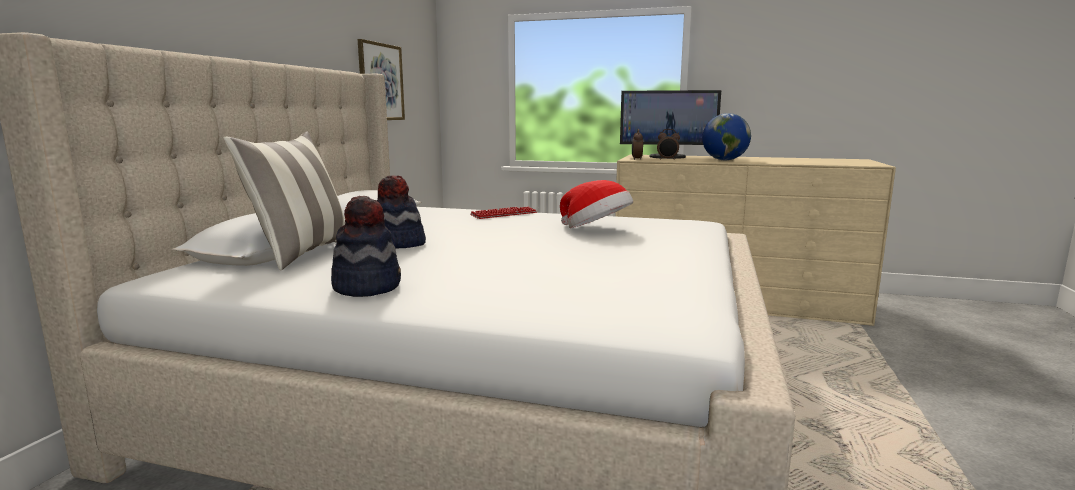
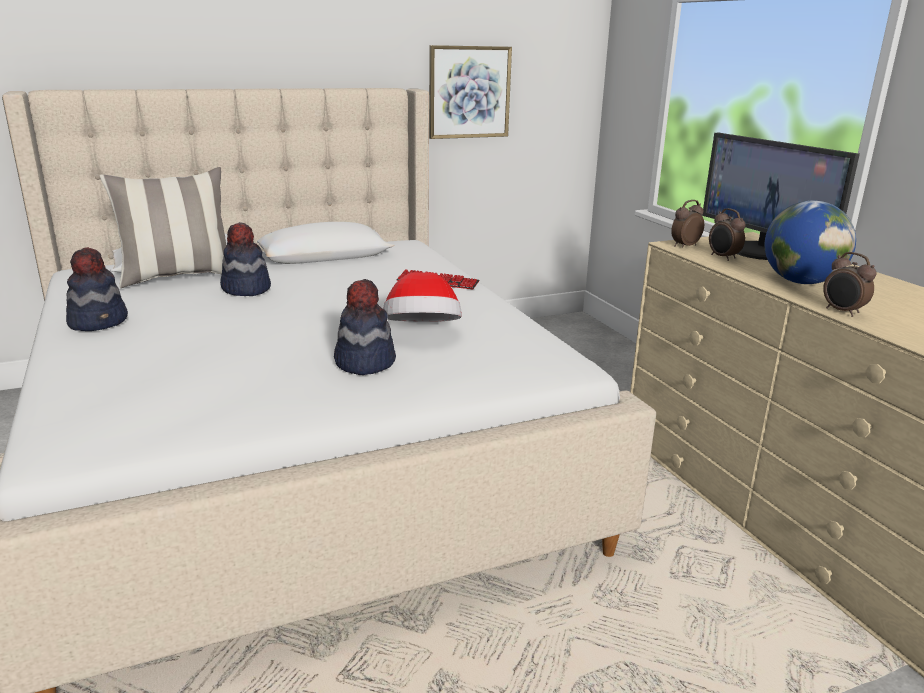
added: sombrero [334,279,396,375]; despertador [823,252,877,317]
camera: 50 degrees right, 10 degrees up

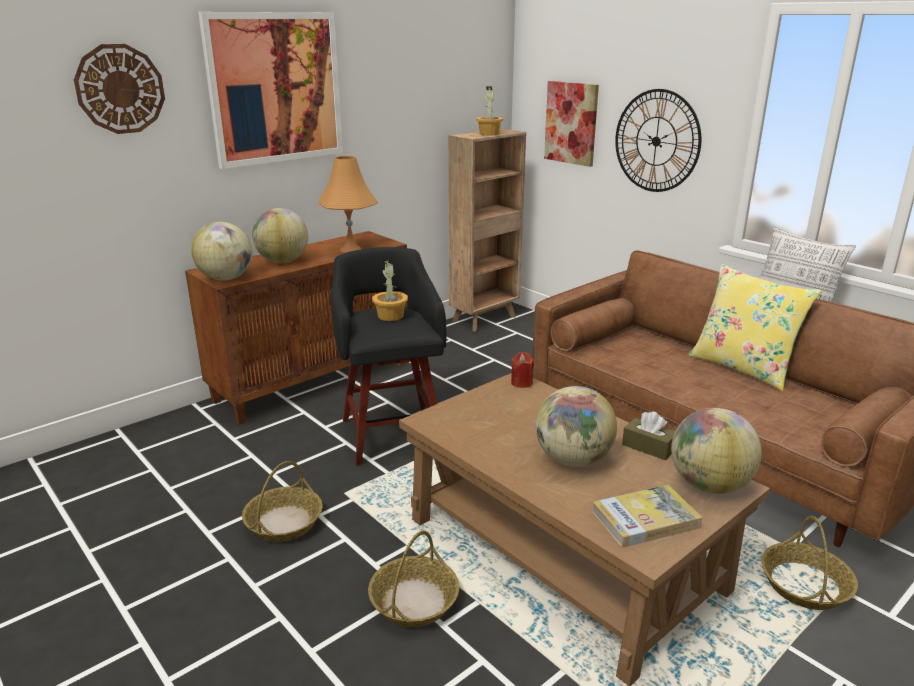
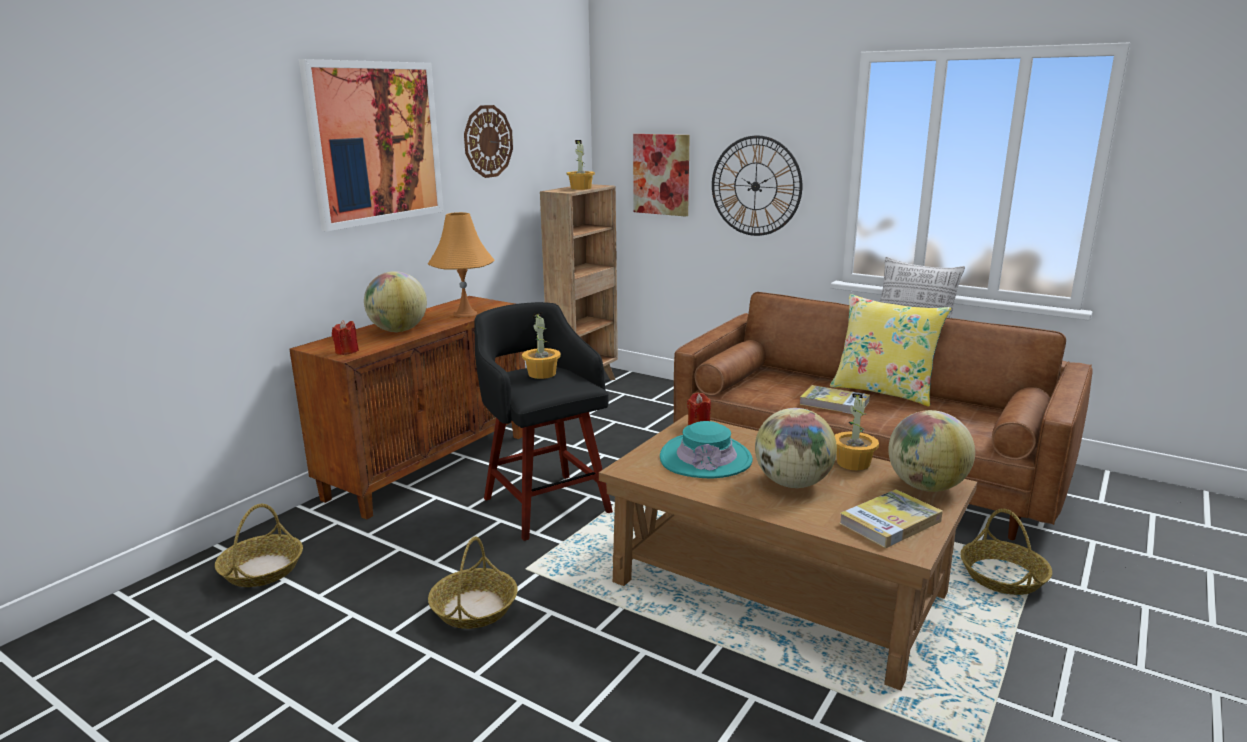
added: sombrero/turquesa [660,421,753,478]; libro [800,385,870,414]
moved: cesta [368,530,459,627] to [215,504,303,587]; reloj de pared [74,44,165,134] to [464,105,513,178]
replaced: globo terráqueo [191,222,253,280] to vela/rojo [332,320,359,355]; caja de pañuelos/marrón [622,411,675,460] to planta en maceta [834,393,879,471]
camera: 15 degrees left, 5 degrees down

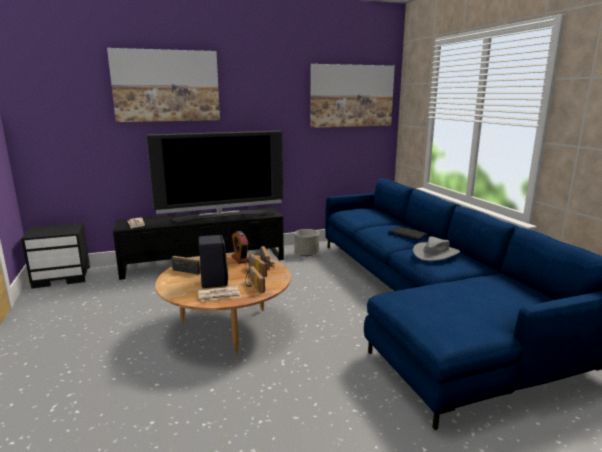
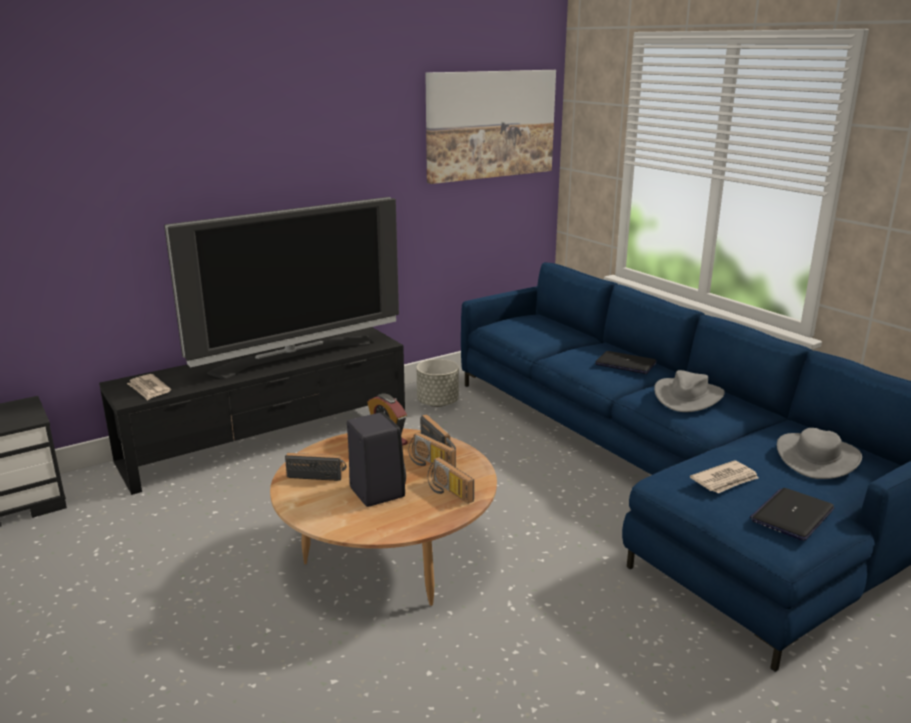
removed: cuadro [107,48,220,122]
added: portátil [750,488,834,541]; sombrero/gris [777,428,862,479]
moved: periódico [198,286,241,301] to [690,460,759,493]
camera: 15 degrees left, 5 degrees up

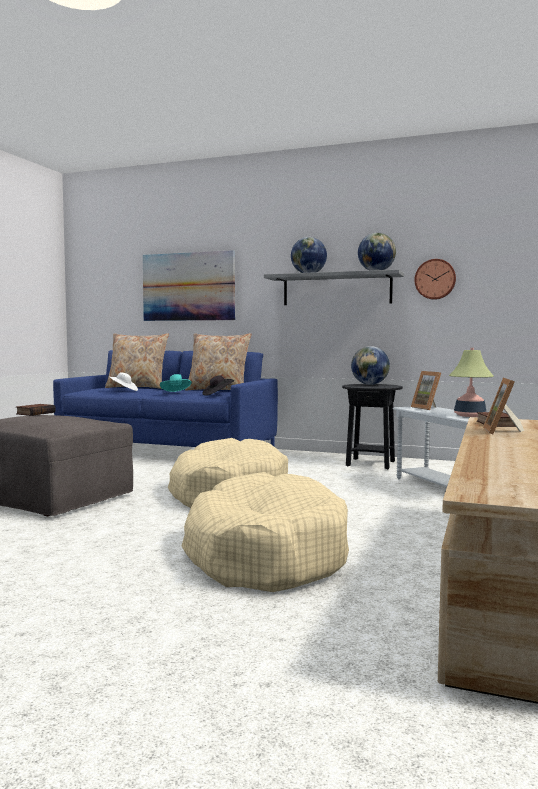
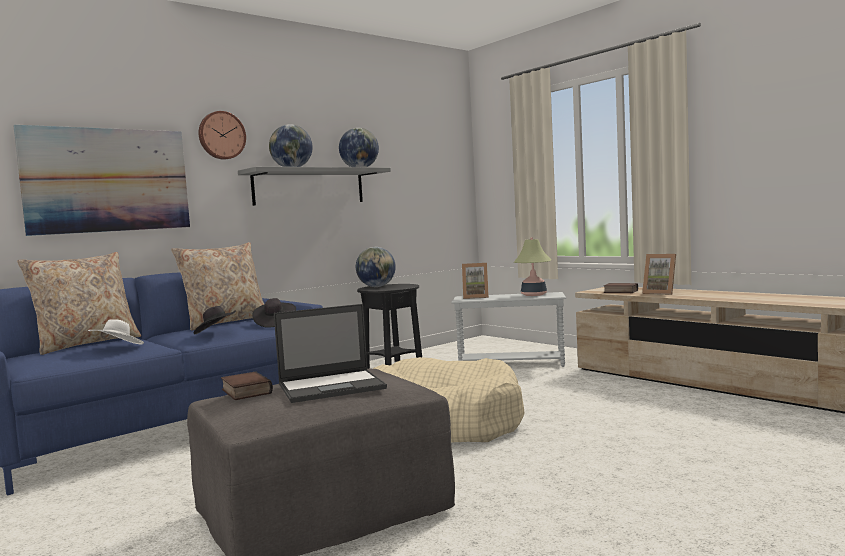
removed: cama para perro/beis [181,472,349,592]
added: portátil [274,304,387,403]
moved: reloj de pared [414,259,456,300] to [199,111,246,160]
recoloured: sombrero/turquesa [160,374,192,392] to sombrero/negro [194,306,236,334]
camera: 60 degrees left, 0 degrees up

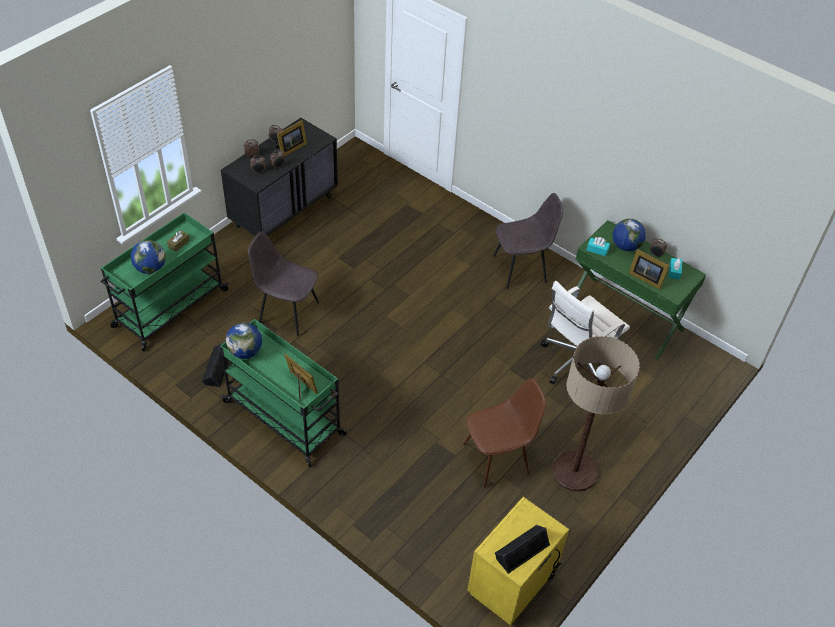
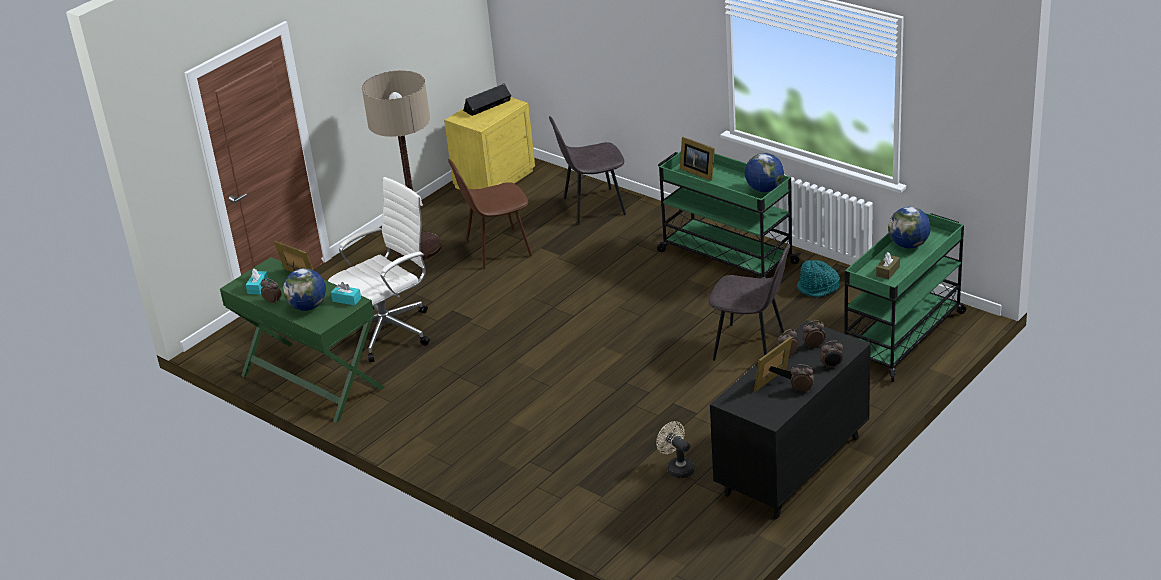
added: ventilador/beis [656,421,695,478]
moved: silla/gris [493,193,563,289] to [549,116,626,225]
replaced: altavoz/negro [202,342,229,387] to sombrero/turquesa [797,260,840,297]
camera: 175 degrees left, 15 degrees down

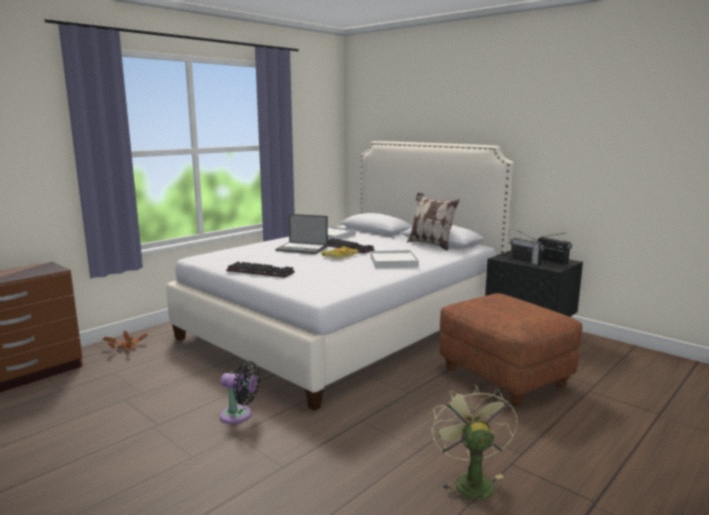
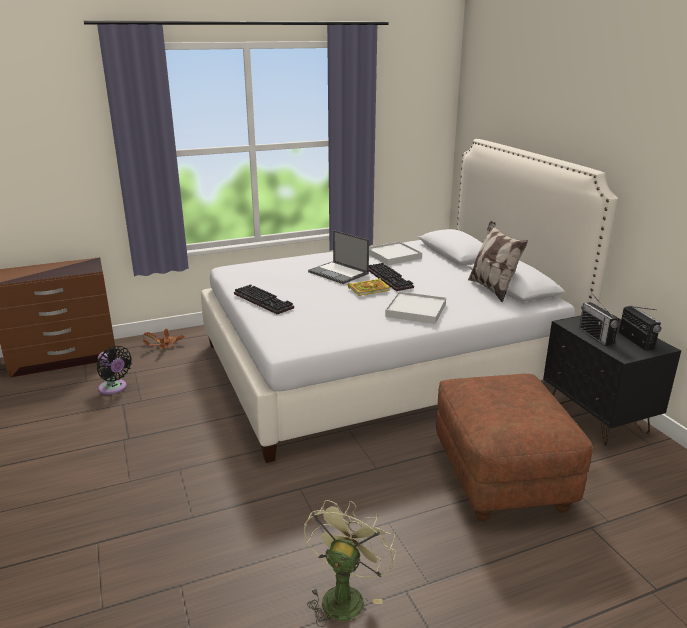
moved: ventilador/negro [220,361,260,424] to [97,346,132,395]
camera: 25 degrees right, 10 degrees up

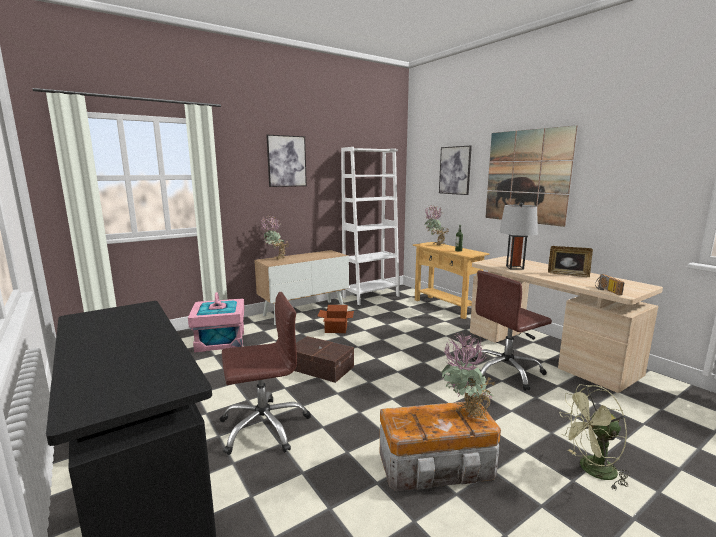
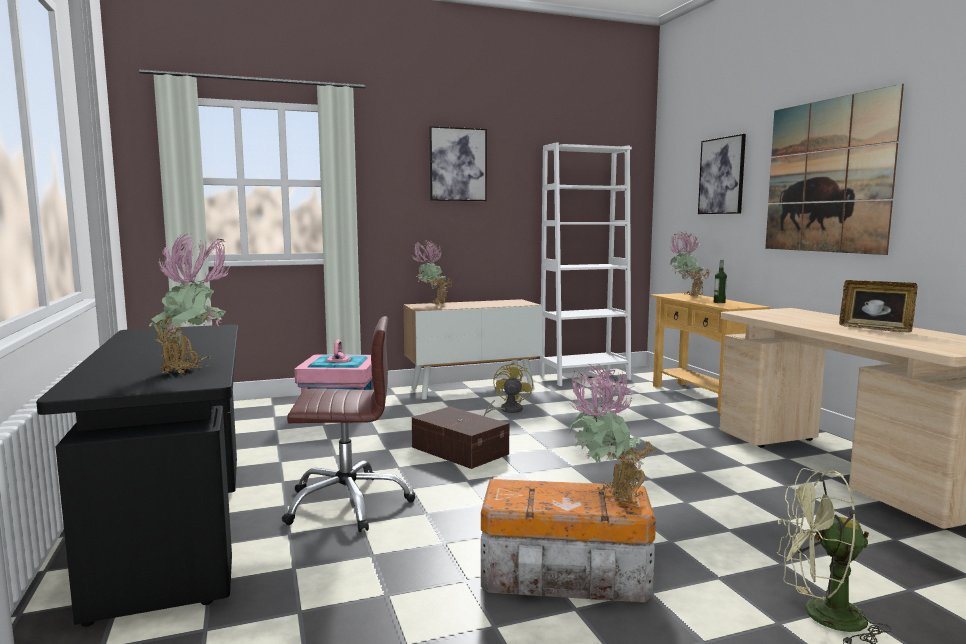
removed: silla de oficina/marrón [471,270,552,391]; lámpara de mesa/gris [499,203,538,270]; radio [595,274,624,295]
added: planta en maceta [149,234,231,374]
replaced: caja de cartón [318,305,354,333] to ventilador/amarillo [484,362,533,416]
camera: 15 degrees right, 5 degrees down

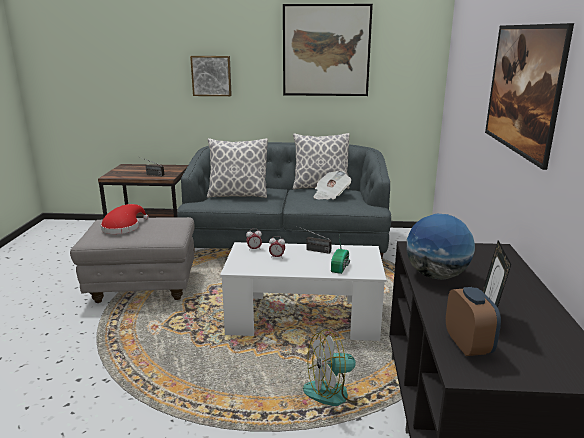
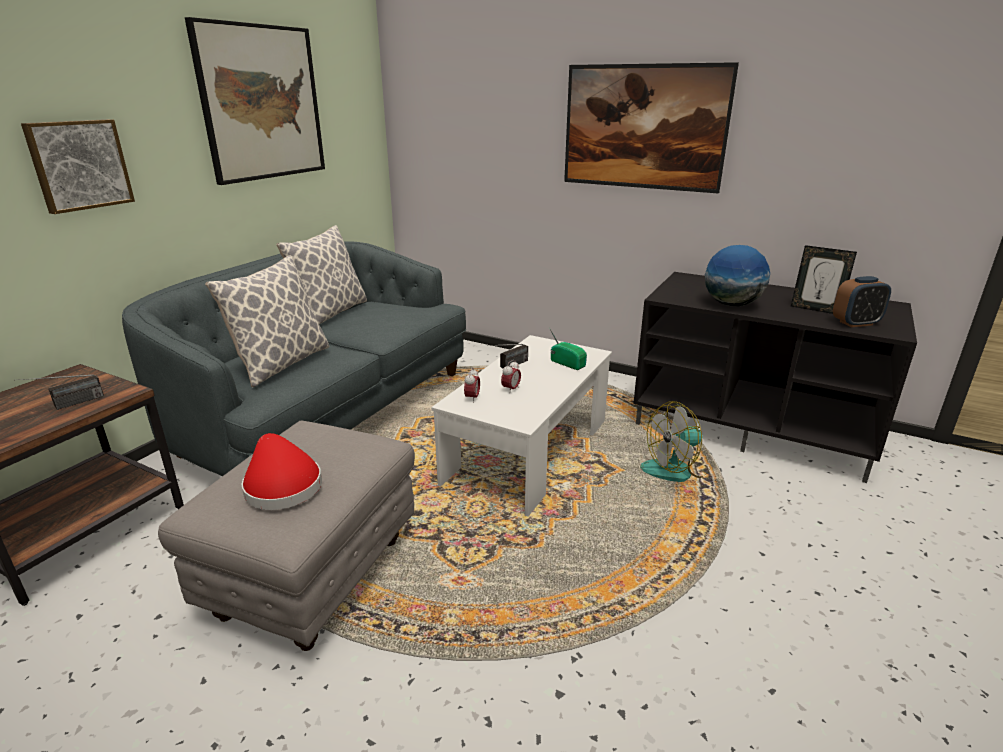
removed: periódico [314,170,351,199]
turned: ventilador [303,329,368,406] = [640,401,710,482] 60 degrees clockwise; despertador [446,287,501,356] = [833,276,891,327] 150 degrees clockwise
camera: 65 degrees left, 5 degrees up

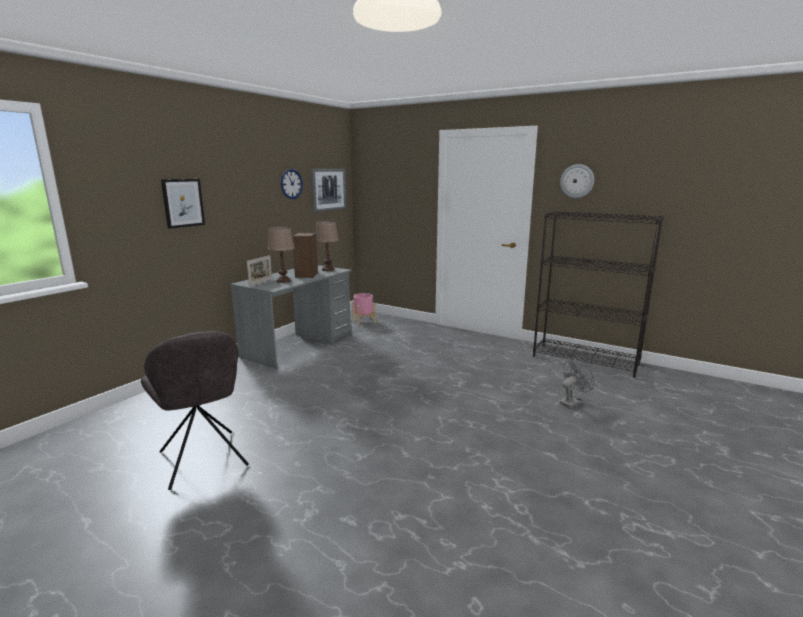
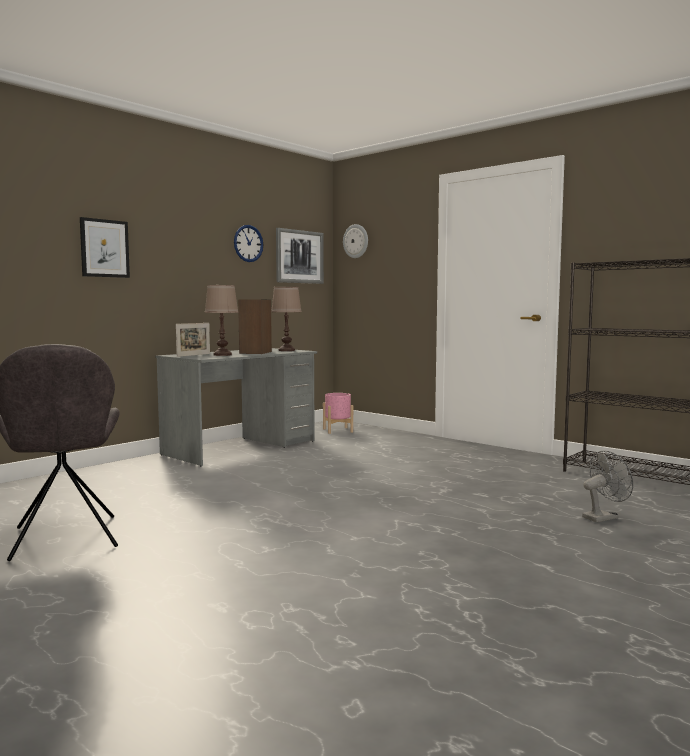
moved: reloj de pared [560,164,594,198] to [343,224,368,258]
camera: 10 degrees right, 10 degrees down

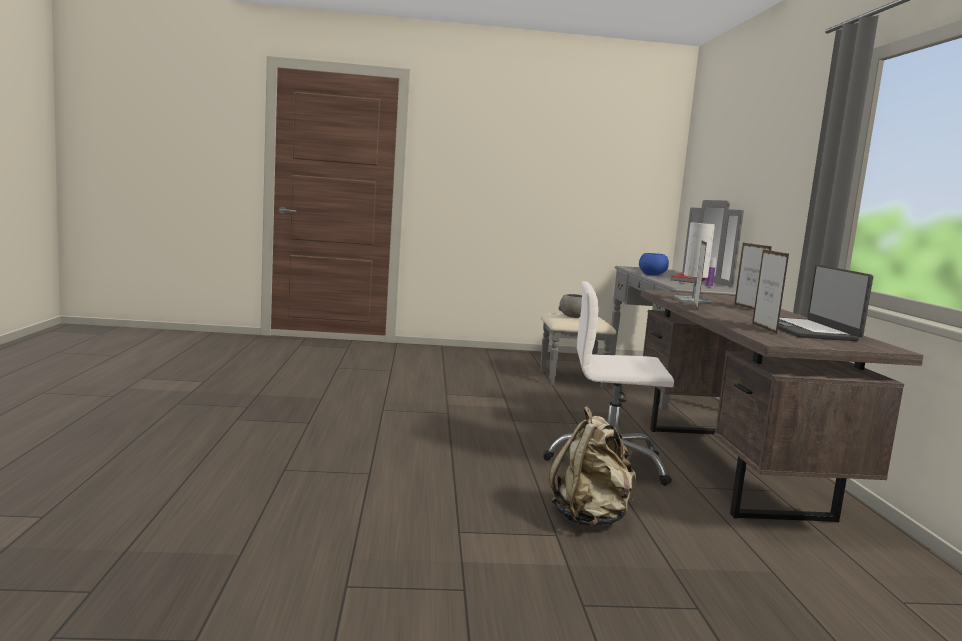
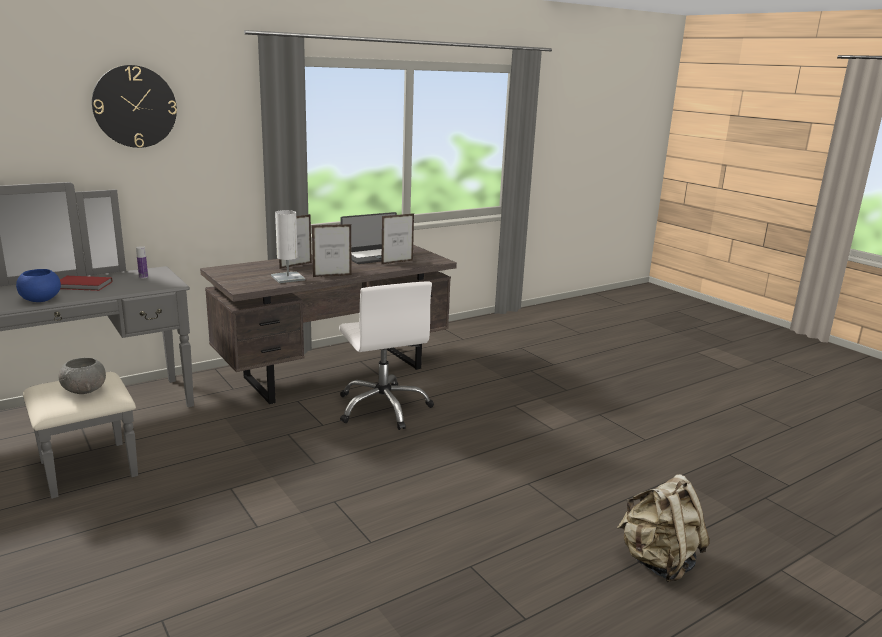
added: reloj de pared [92,65,177,148]
moved: mochila/beis [549,406,636,527] to [617,474,710,582]
camera: 120 degrees left, 10 degrees up

